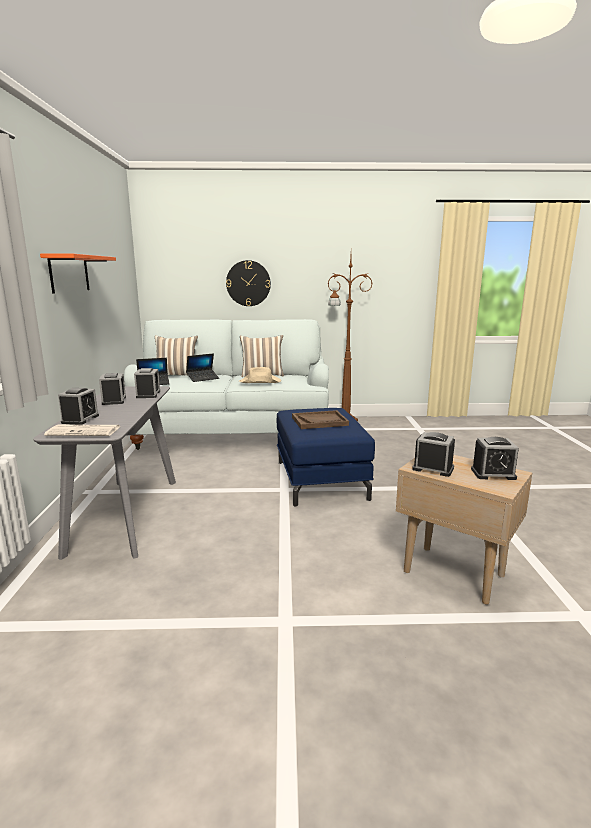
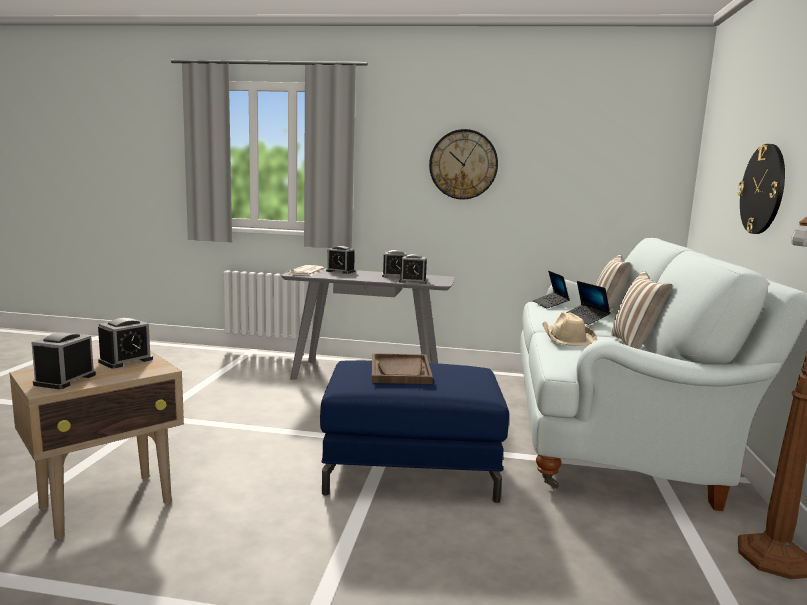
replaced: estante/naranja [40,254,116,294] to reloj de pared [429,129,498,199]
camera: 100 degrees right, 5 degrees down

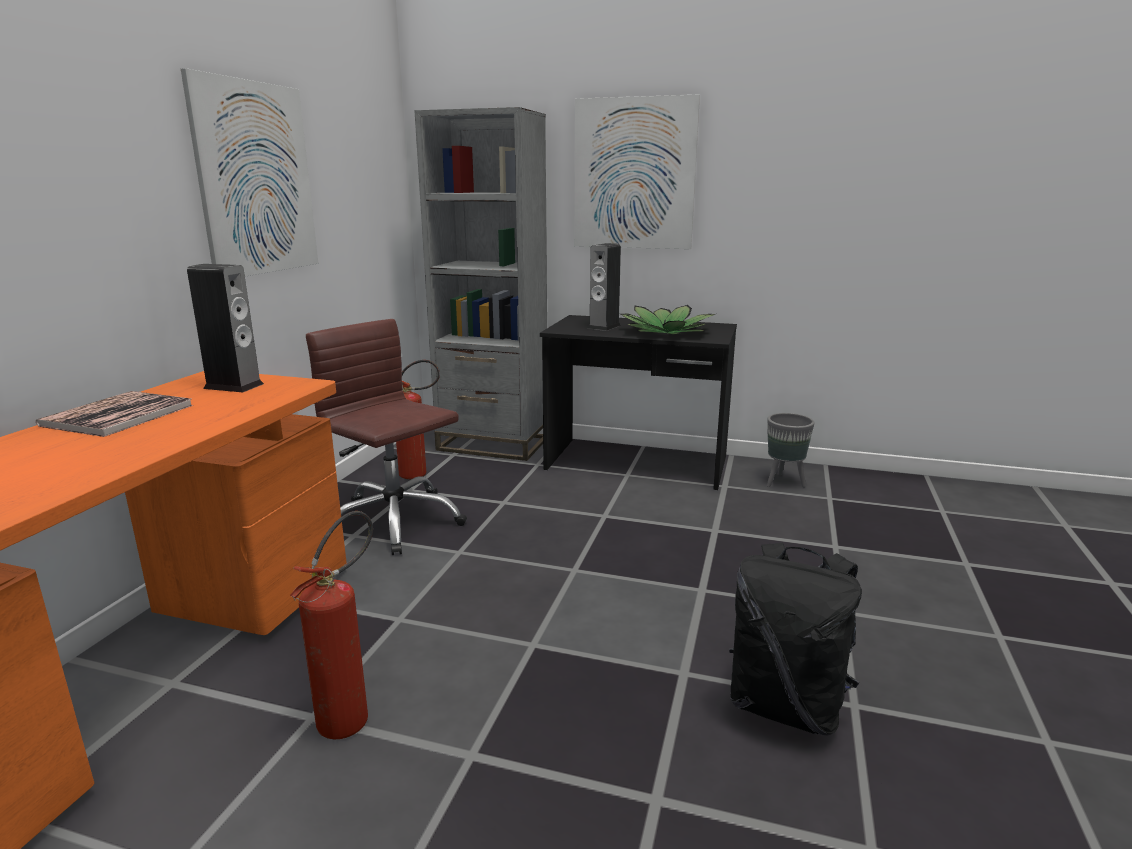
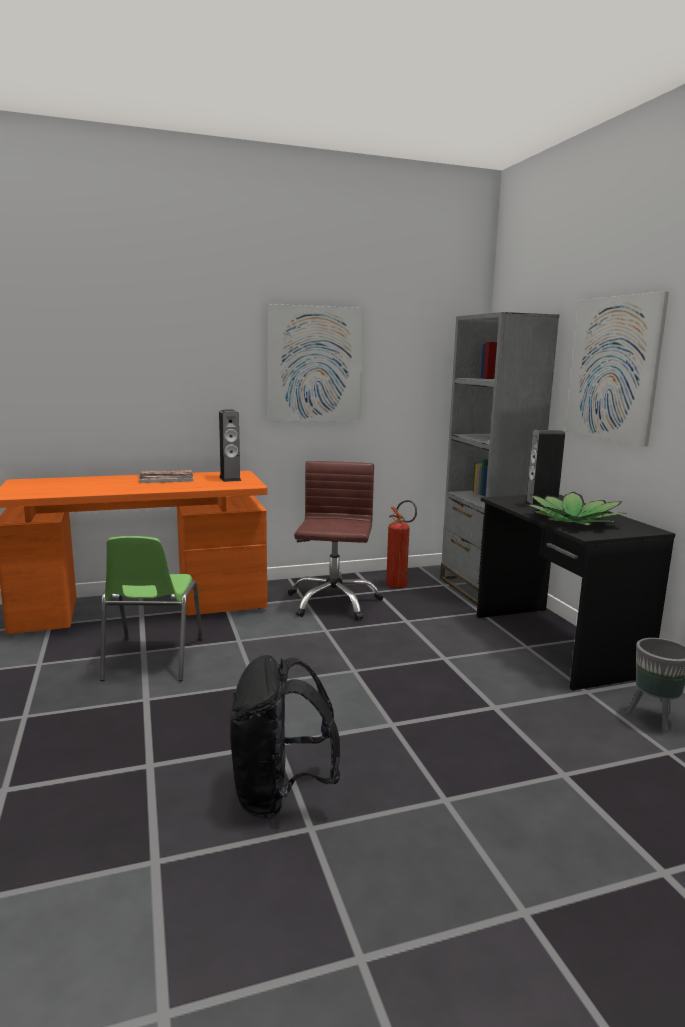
replaced: extintor [290,511,373,739] to silla/verde [100,536,203,681]
camera: 55 degrees right, 5 degrees down

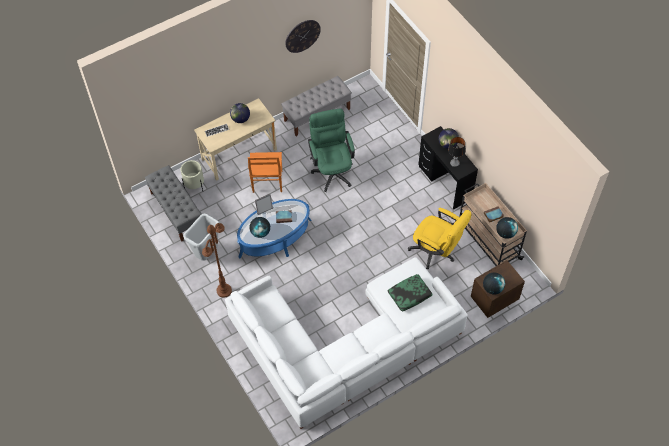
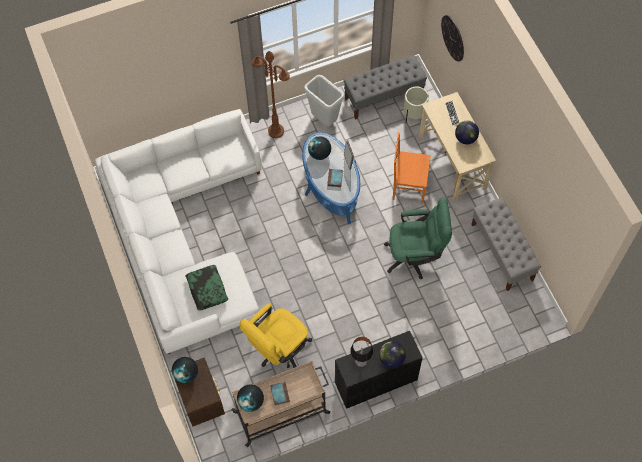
moved: reloj de pared [285,20,321,53] to [441,15,464,62]
camera: 100 degrees right, 5 degrees up

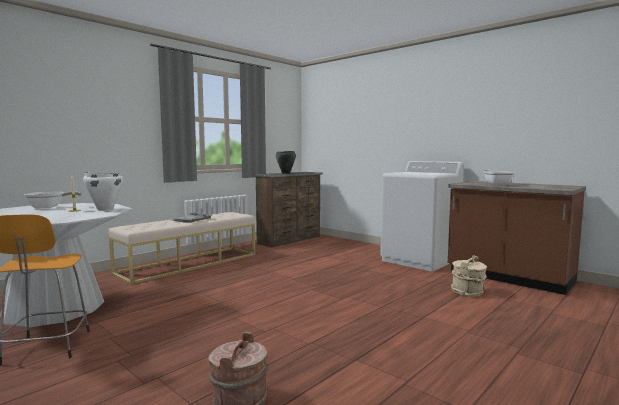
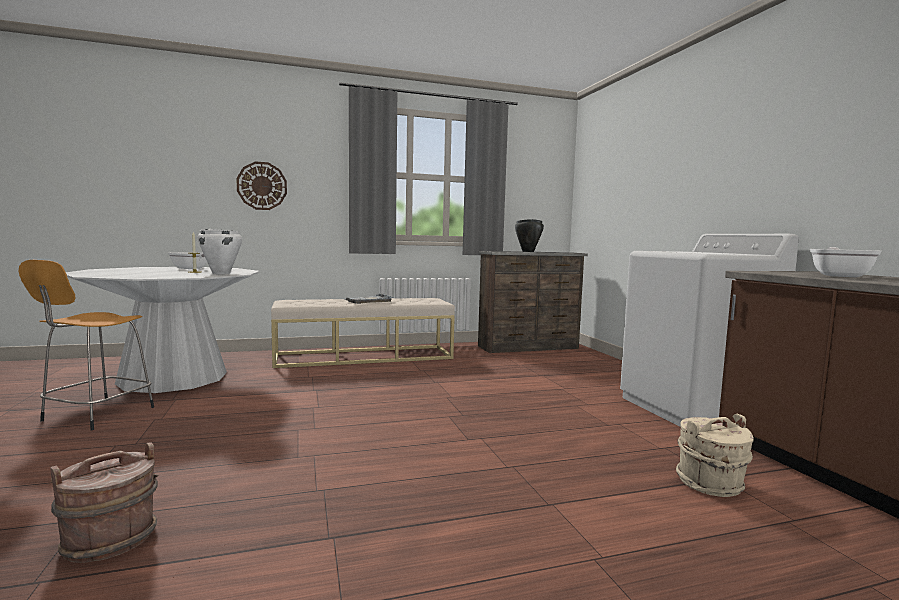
added: reloj de pared [236,162,287,210]
camera: 30 degrees right, 0 degrees up

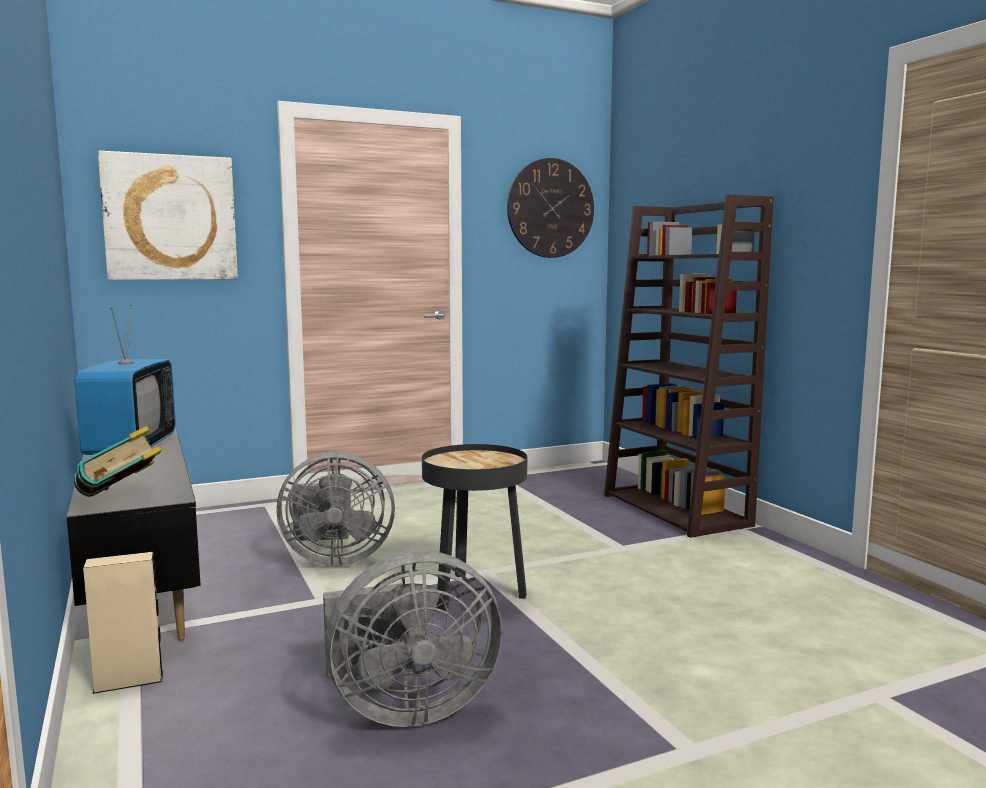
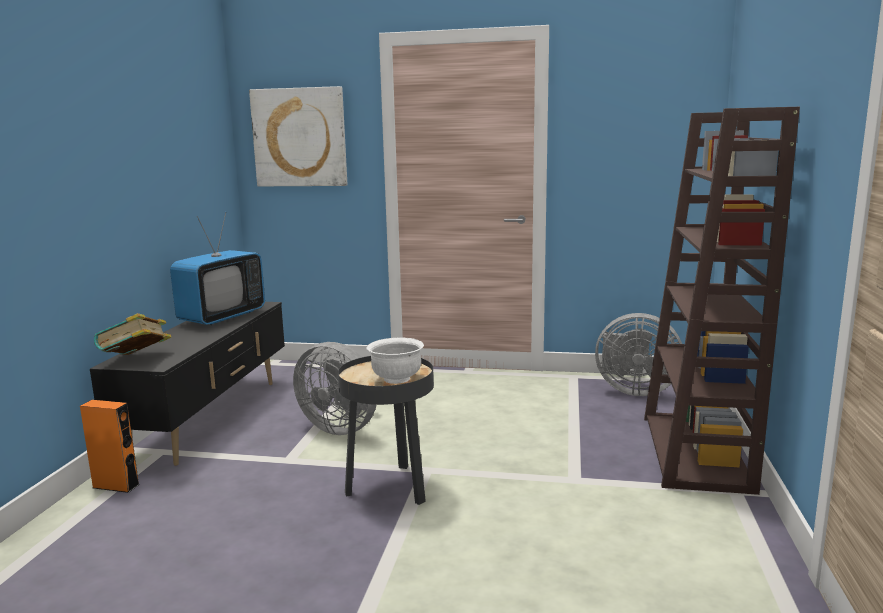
removed: reloj de pared [507,158,594,258]
added: cuenco/blanco [366,337,424,384]
moved: ventilador/gris [323,551,502,727] to [595,313,682,396]
recoloured: altavoz/beis [83,552,163,694] to altavoz/naranja [80,400,140,493]
camera: 35 degrees right, 5 degrees up

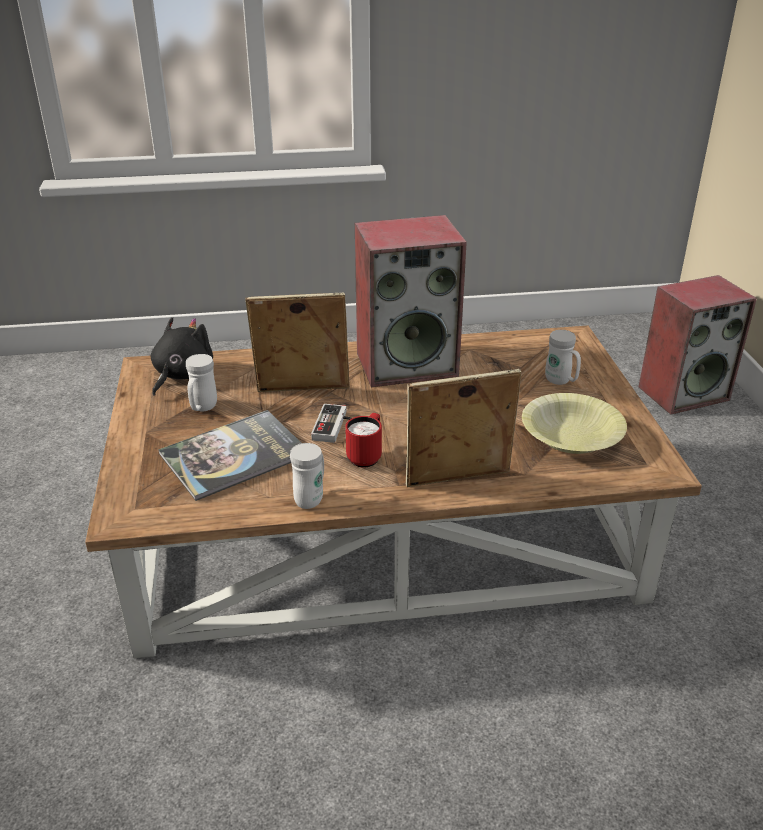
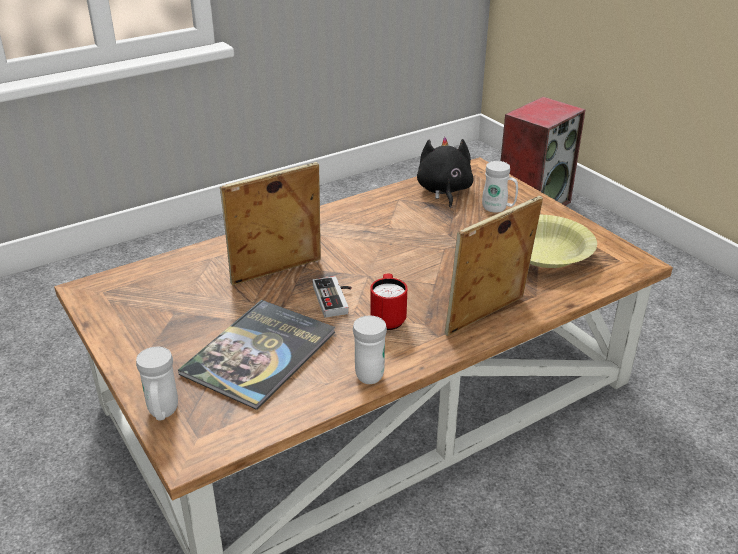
removed: altavoz [355,215,467,387]
moved: taza grande/blanco [186,354,217,411] to [136,347,178,420]; peluche/negro [151,317,213,396] to [417,137,474,208]
camera: 25 degrees left, 0 degrees up

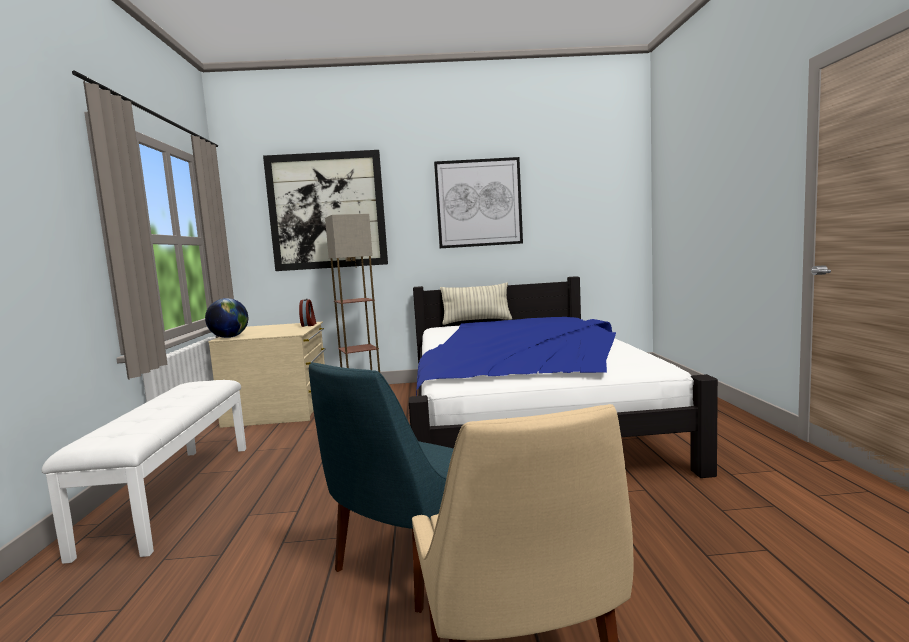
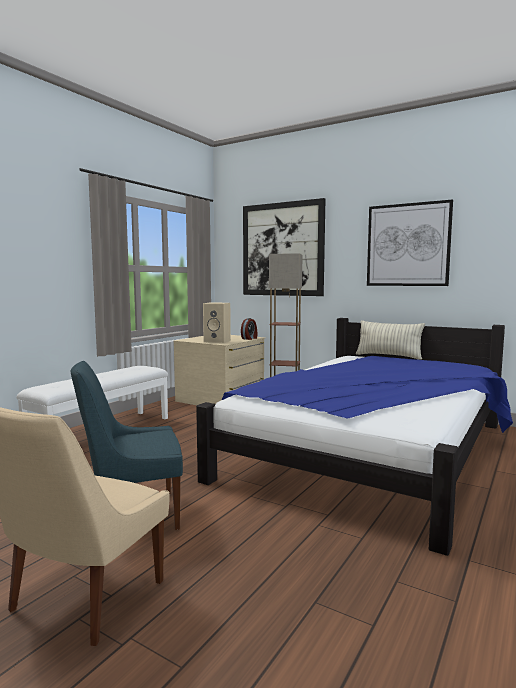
removed: globo terráqueo [205,298,248,338]
added: altavoz/beis [203,302,231,343]
camera: 35 degrees right, 0 degrees up

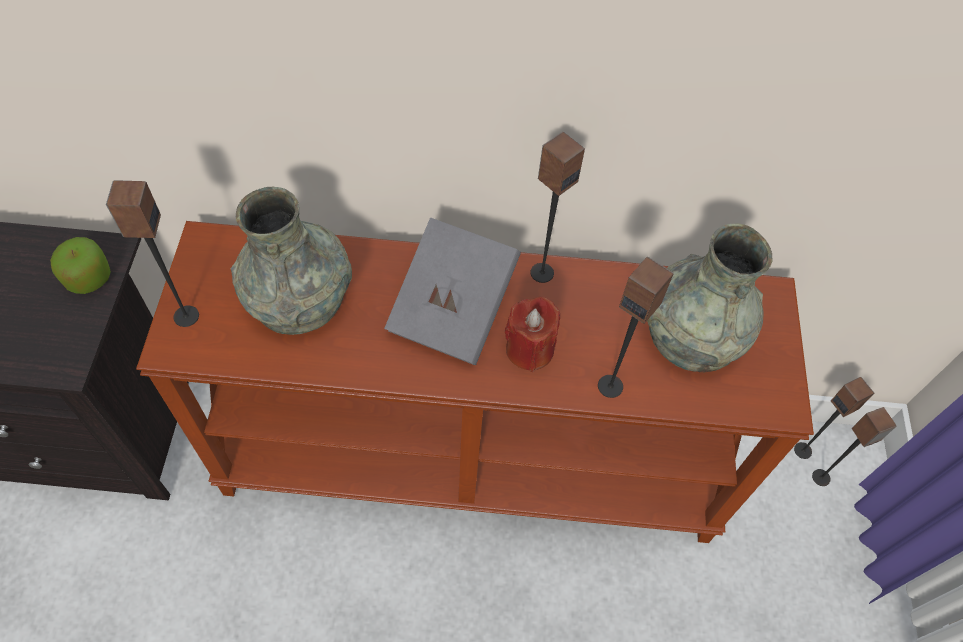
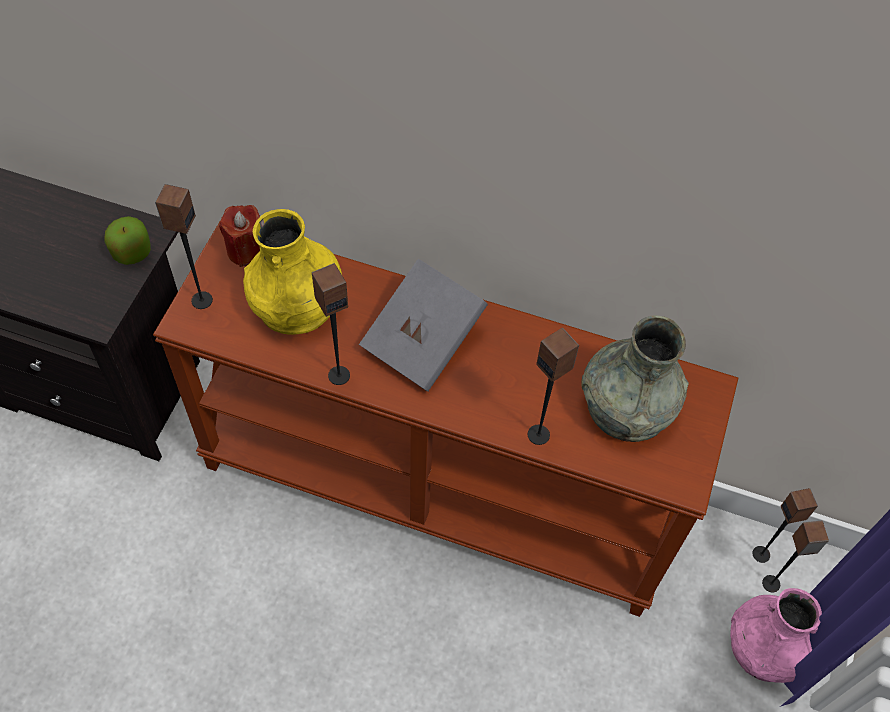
added: florero/rosa [730,588,822,683]
moved: vela/rojo [505,297,560,372] to [219,205,260,267]; altavoz [530,131,585,283] to [312,263,350,385]
recoloured: florero/gris [230,187,352,335] to florero/amarillo [243,209,342,335]
camera: 15 degrees right, 0 degrees up

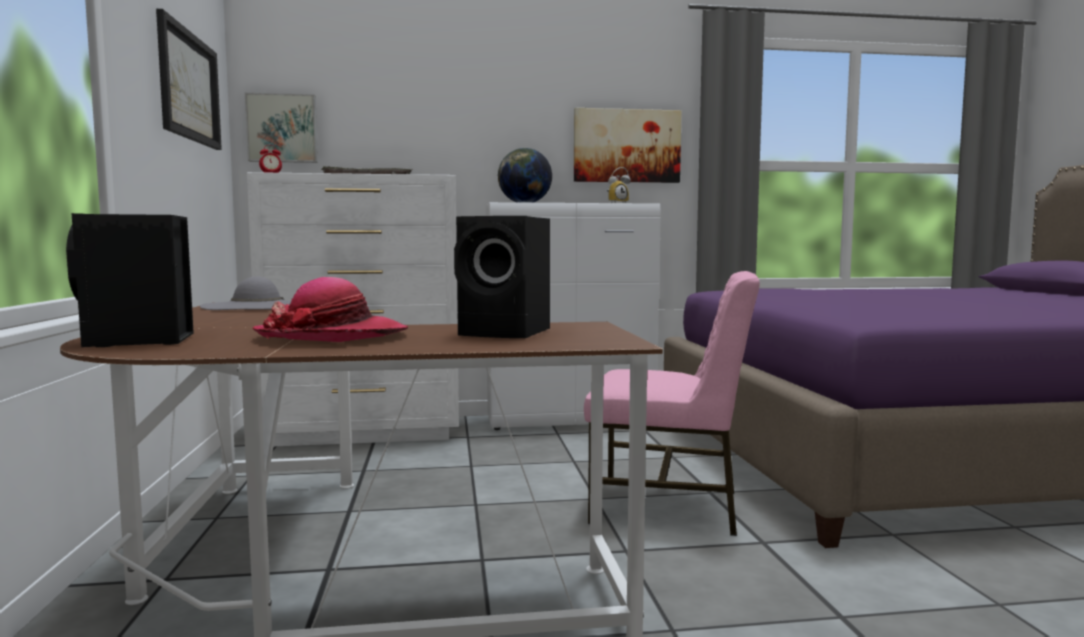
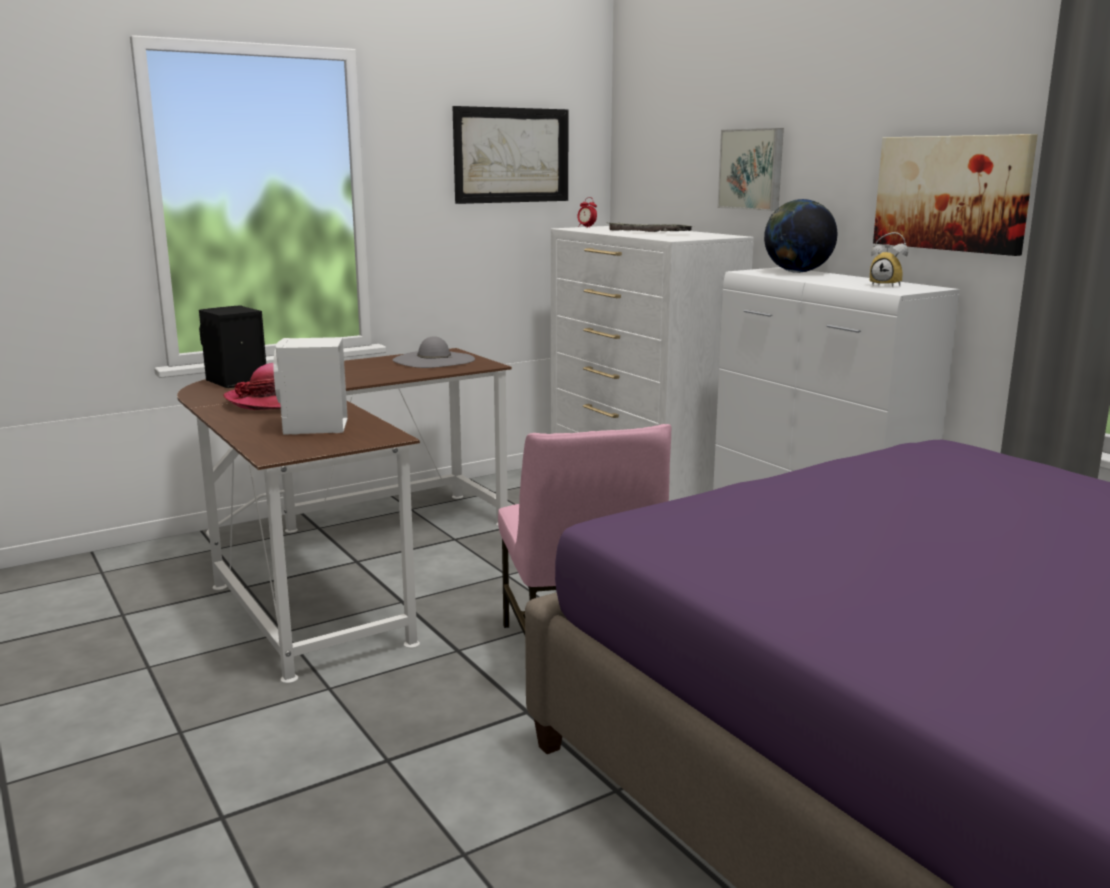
moved: cuadro [245,93,318,163] to [717,128,784,211]
recoloured: altavoz/negro [454,216,550,338] to altavoz/blanco [273,337,348,435]
camera: 65 degrees right, 10 degrees up

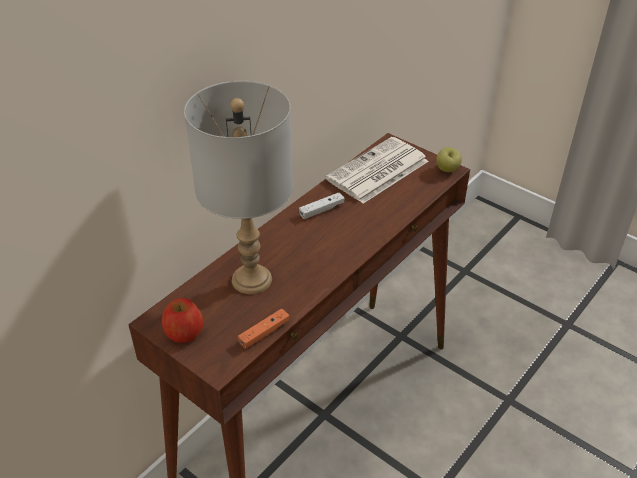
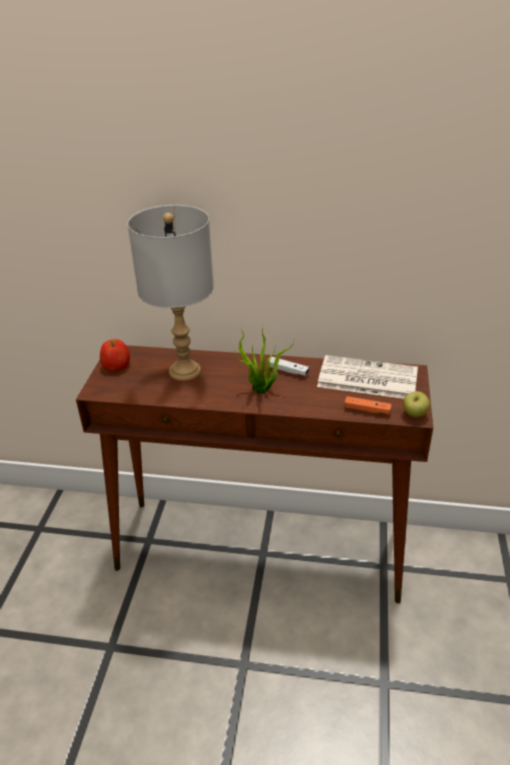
added: planta en maceta [234,320,294,394]
moved: mando de consola/naranja [238,309,290,349] to [344,396,392,414]
camera: 60 degrees right, 5 degrees down

